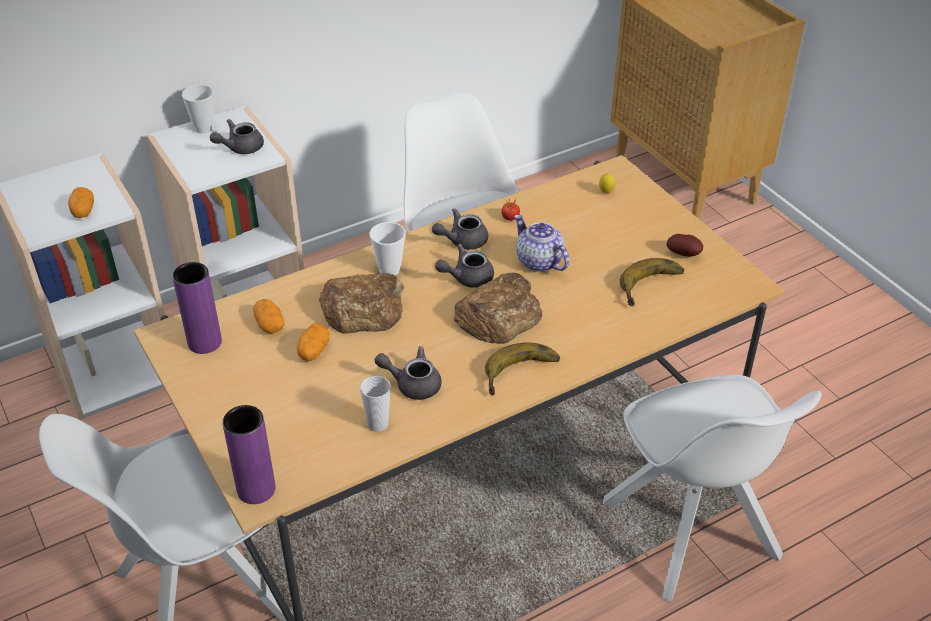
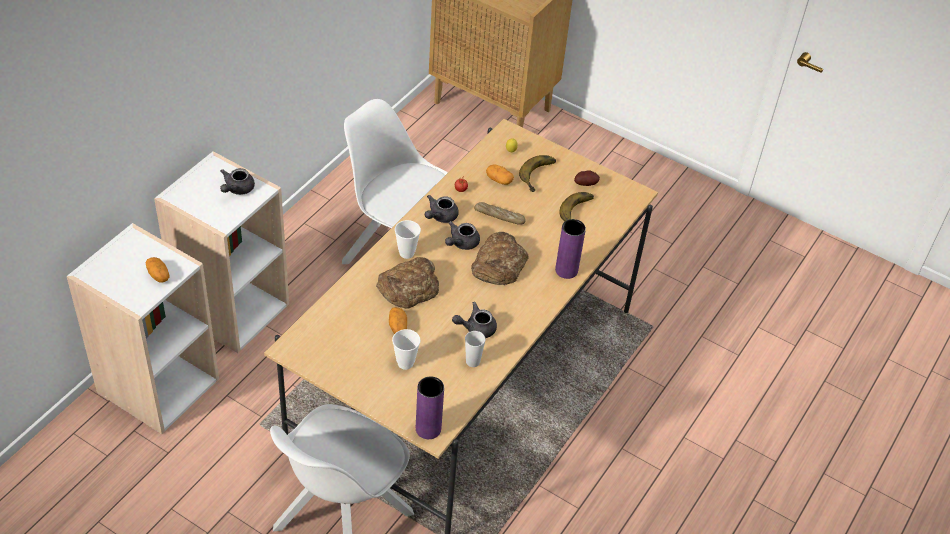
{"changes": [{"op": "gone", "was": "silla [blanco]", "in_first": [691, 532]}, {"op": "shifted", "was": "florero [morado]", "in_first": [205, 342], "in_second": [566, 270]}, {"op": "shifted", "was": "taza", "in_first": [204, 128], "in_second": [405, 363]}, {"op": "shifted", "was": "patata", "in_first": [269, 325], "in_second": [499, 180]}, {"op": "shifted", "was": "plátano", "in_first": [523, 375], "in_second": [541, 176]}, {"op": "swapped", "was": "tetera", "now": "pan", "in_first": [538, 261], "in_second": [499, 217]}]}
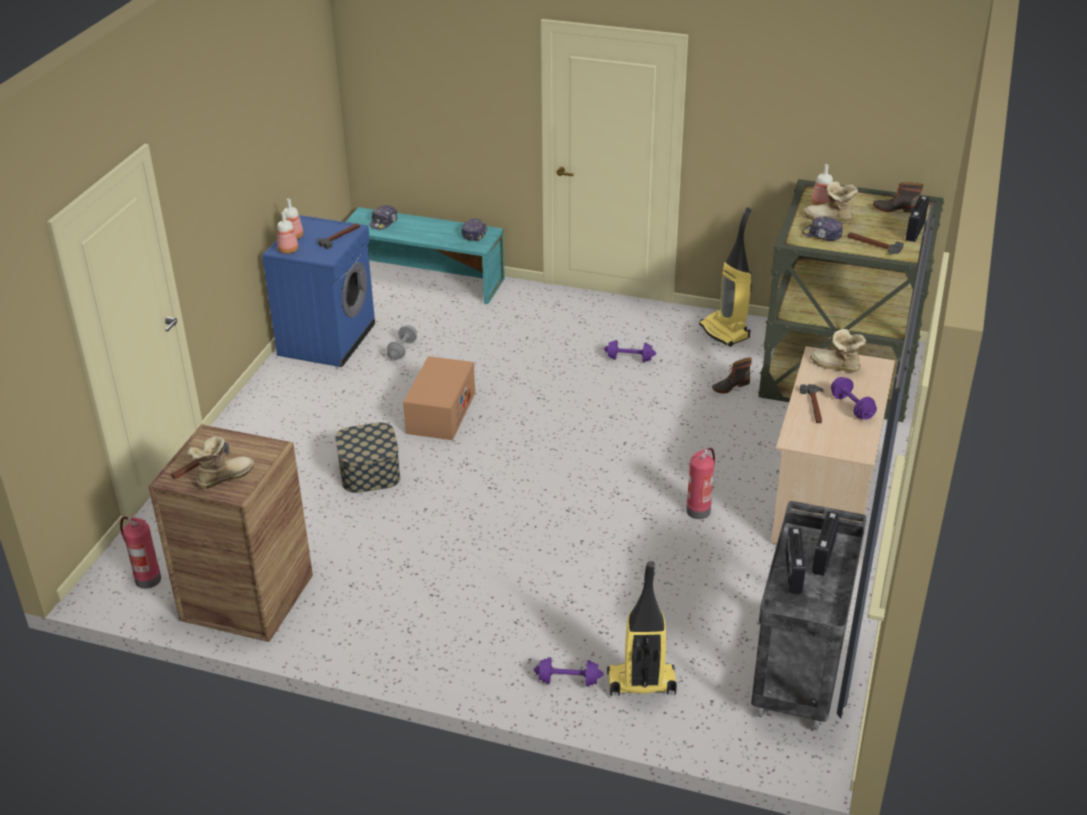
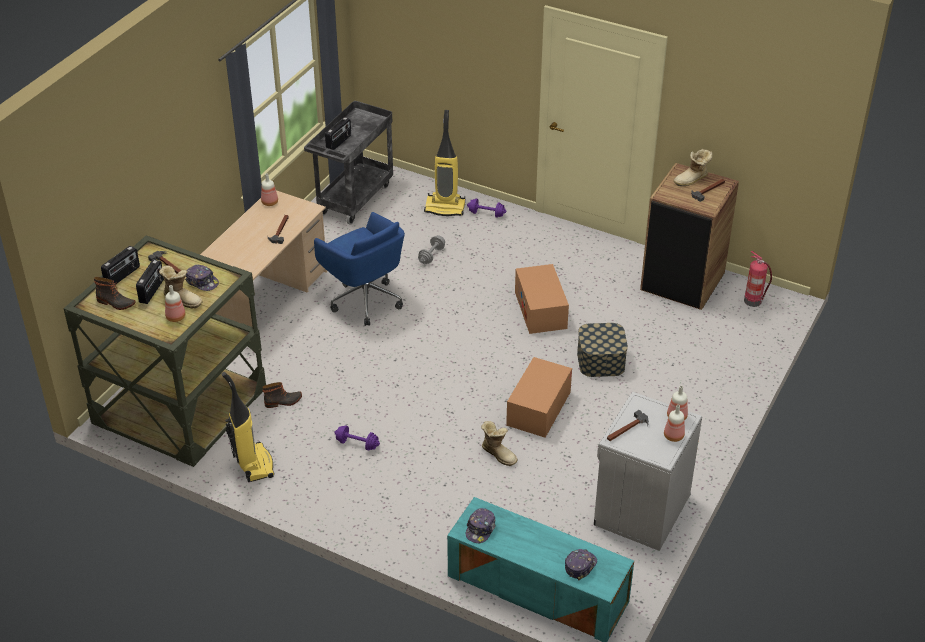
{"changes": [{"op": "gone", "was": "mancuerna [morado]", "in_first": [852, 407]}, {"op": "new", "now": "botella", "in_second": [270, 202]}, {"op": "new", "now": "caja de cartón", "in_second": [540, 310]}, {"op": "shifted", "was": "mancuerna [gris]", "in_first": [402, 350], "in_second": [431, 255]}, {"op": "shifted", "was": "radio", "in_first": [792, 573], "in_second": [152, 291]}, {"op": "shifted", "was": "bota", "in_first": [835, 367], "in_second": [499, 453]}, {"op": "swapped", "was": "extintor", "now": "silla de oficina [azul]", "in_first": [698, 510], "in_second": [364, 300]}, {"op": "repainted", "was": "lavadora [azul]", "now": "lavadora [blanco]", "in_first": [329, 340], "in_second": [639, 510]}]}
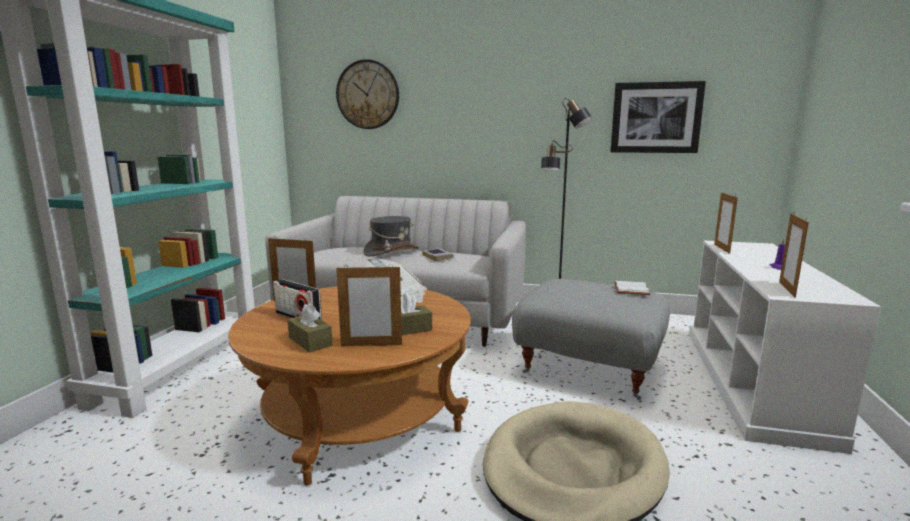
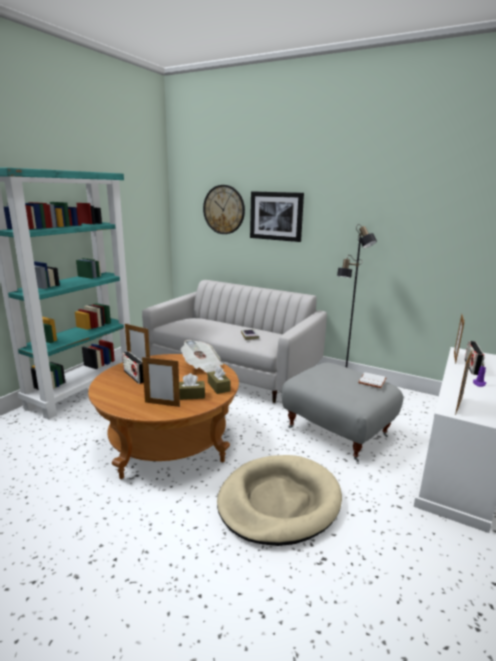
{"changes": [{"op": "gone", "was": "sombrero [gris]", "in_first": [391, 252]}, {"op": "new", "now": "radio", "in_second": [472, 367]}, {"op": "shifted", "was": "caja de pañuelos [marrón]", "in_first": [310, 341], "in_second": [218, 387]}, {"op": "shifted", "was": "cuadro", "in_first": [656, 118], "in_second": [276, 216]}]}
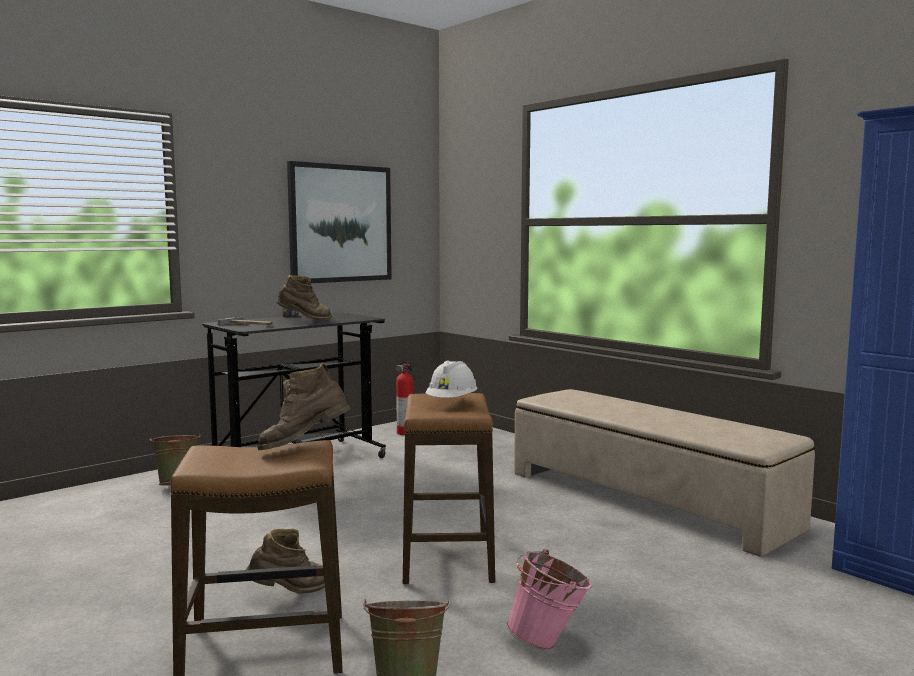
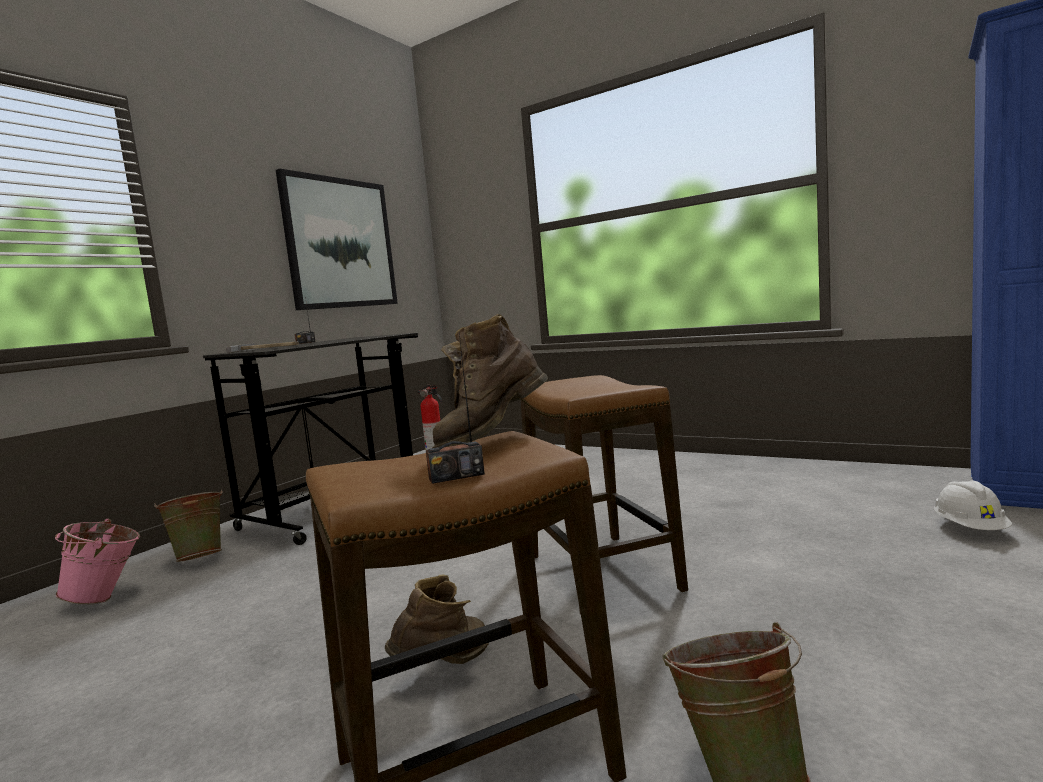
{"changes": [{"op": "gone", "was": "bota [marrón]", "in_first": [304, 320]}, {"op": "gone", "was": "banco [beis]", "in_first": [648, 499]}, {"op": "new", "now": "radio", "in_second": [456, 476]}, {"op": "shifted", "was": "casco [blanco]", "in_first": [452, 402], "in_second": [970, 529]}, {"op": "shifted", "was": "cubo [rosa]", "in_first": [549, 642], "in_second": [107, 598]}]}
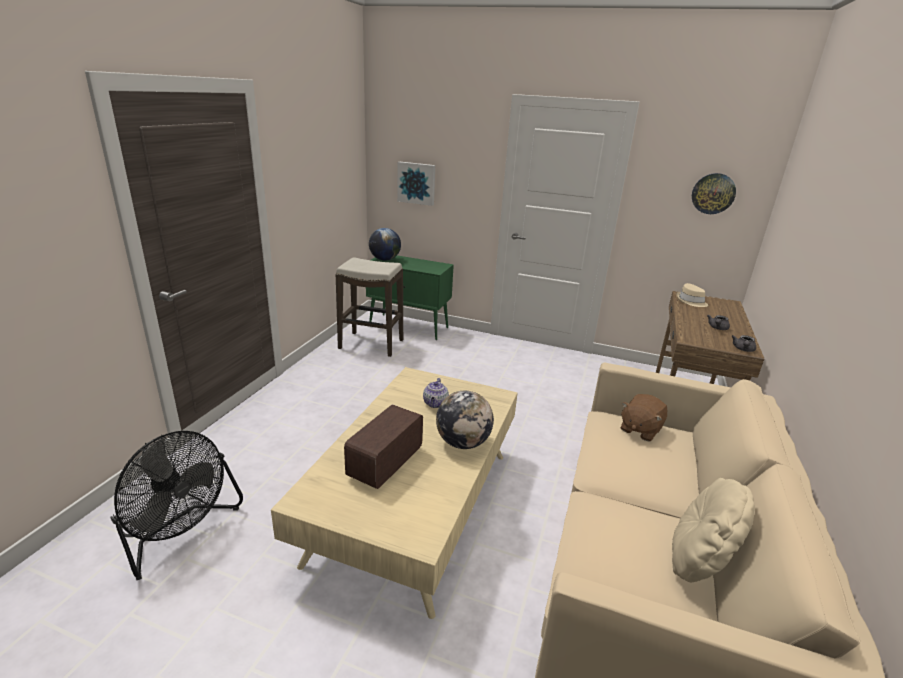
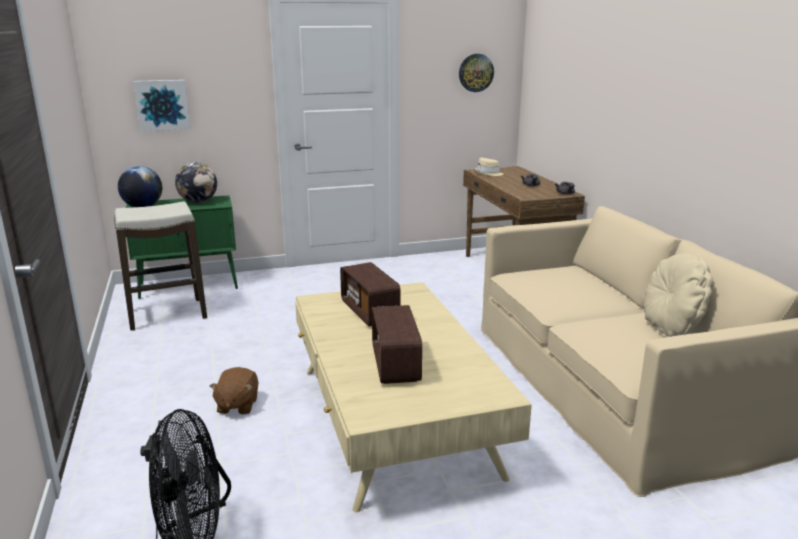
{"changes": [{"op": "shifted", "was": "globo terráqueo", "in_first": [463, 443], "in_second": [198, 202]}, {"op": "shifted", "was": "peluche [marrón]", "in_first": [640, 429], "in_second": [237, 405]}, {"op": "swapped", "was": "tetera", "now": "radio", "in_first": [435, 404], "in_second": [370, 312]}]}
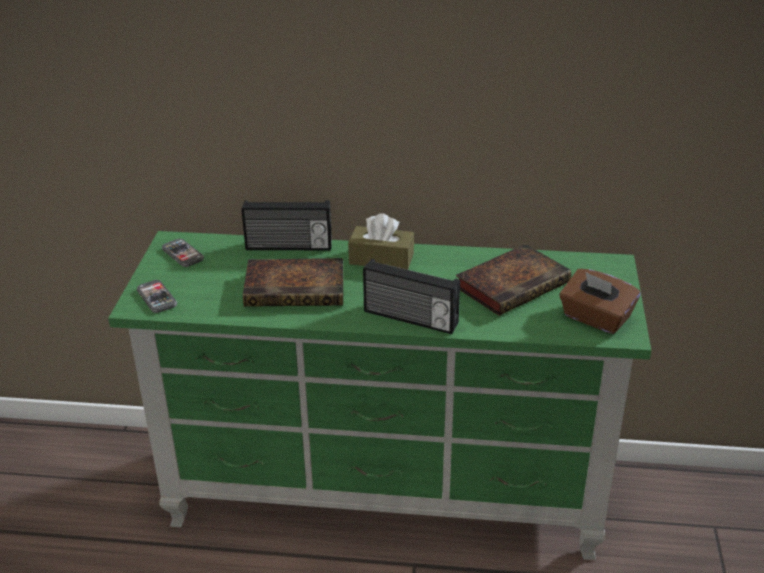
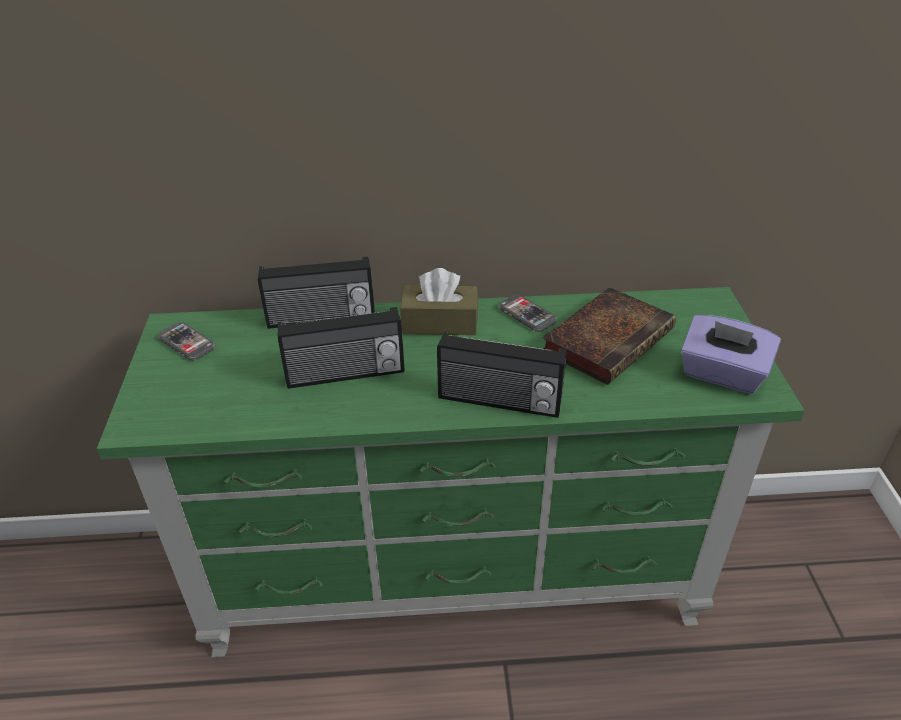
{"changes": [{"op": "shifted", "was": "móvil", "in_first": [157, 298], "in_second": [527, 315]}, {"op": "swapped", "was": "libro", "now": "radio", "in_first": [297, 288], "in_second": [345, 374]}, {"op": "repainted", "was": "caja de pañuelos [marrón]", "now": "caja de pañuelos [morado]", "in_first": [595, 318], "in_second": [722, 374]}]}
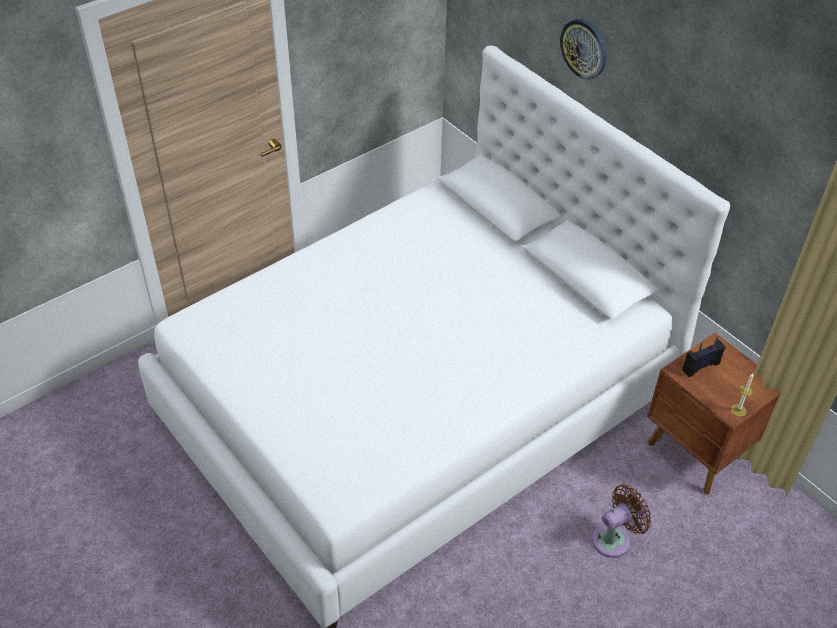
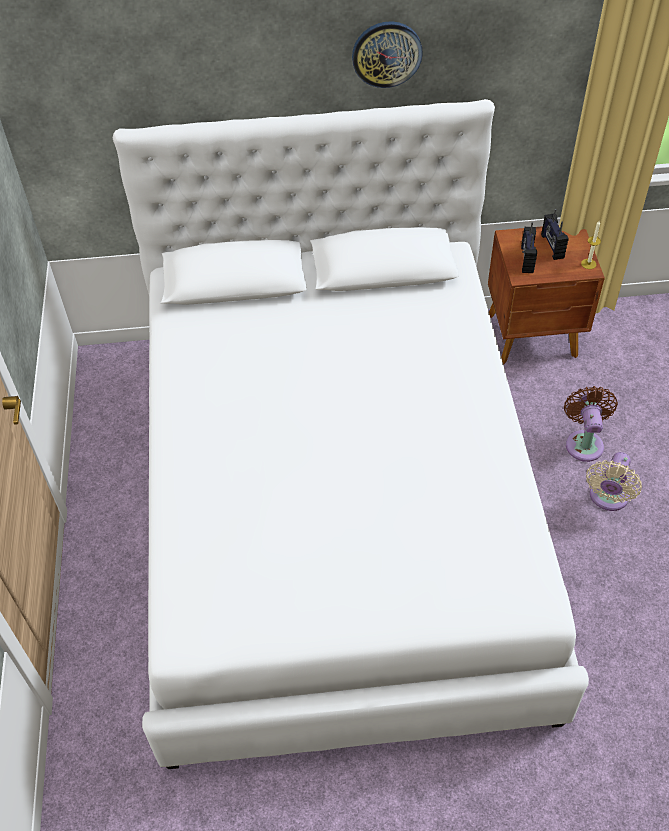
{"changes": [{"op": "new", "now": "radio", "in_second": [552, 246]}, {"op": "new", "now": "ventilador [beis]", "in_second": [607, 498]}, {"op": "shifted", "was": "reloj de pared", "in_first": [584, 48], "in_second": [386, 54]}]}
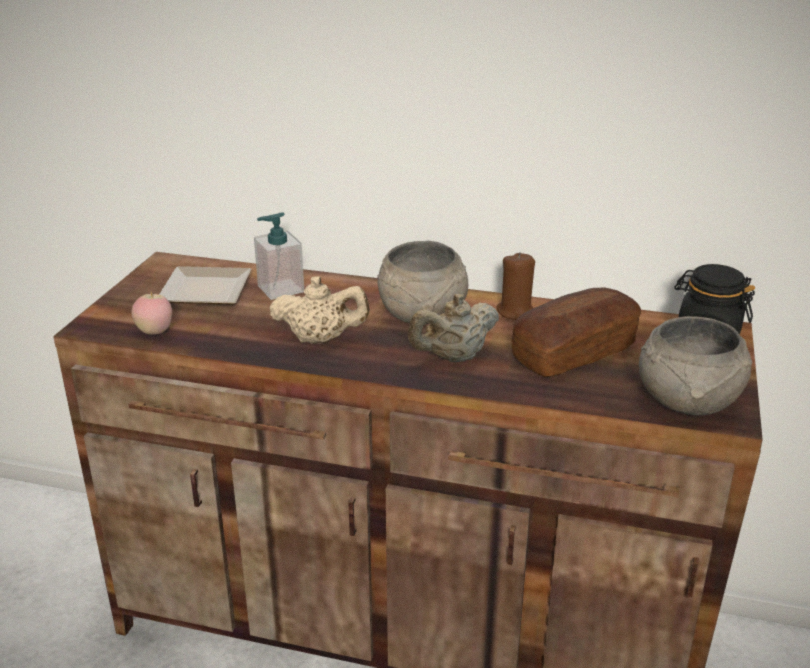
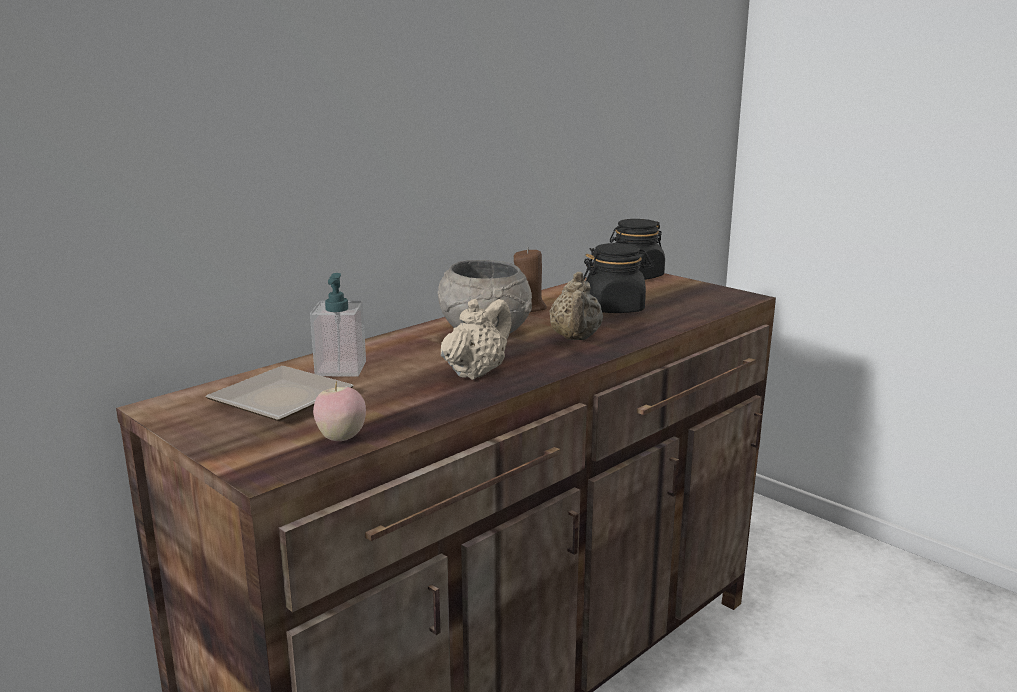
{"changes": [{"op": "gone", "was": "cuenco [gris]", "in_first": [688, 402]}, {"op": "swapped", "was": "pan", "now": "tarro [negro]", "in_first": [574, 353], "in_second": [615, 308]}]}
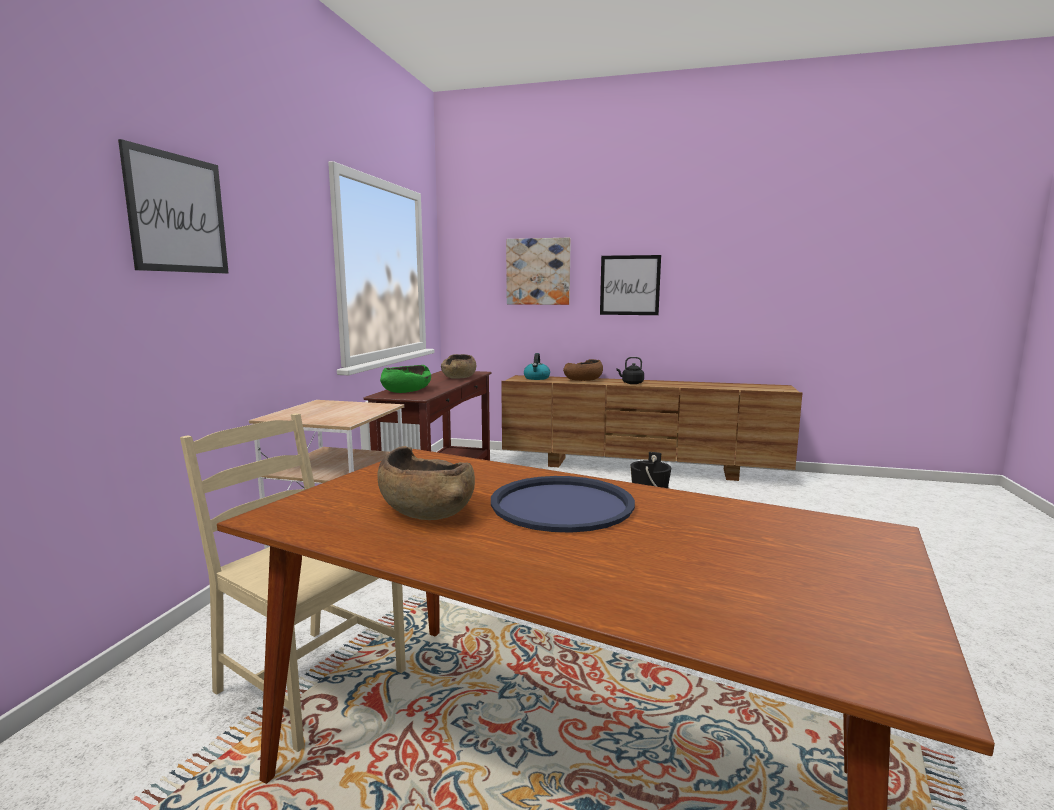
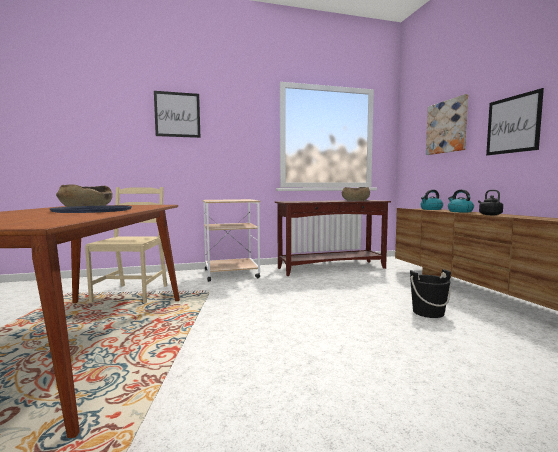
{"changes": [{"op": "gone", "was": "cuenco [verde]", "in_first": [406, 390]}, {"op": "swapped", "was": "cuenco [marrón]", "now": "hervidor", "in_first": [583, 380], "in_second": [459, 211]}]}
